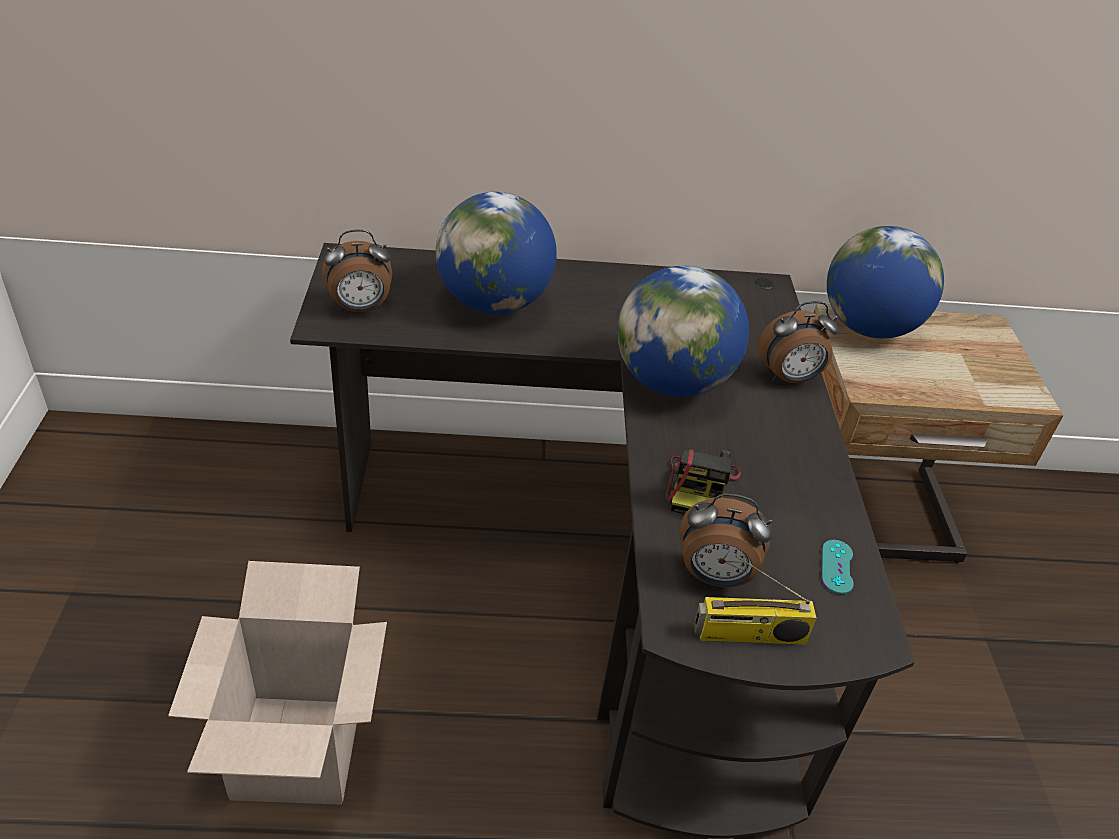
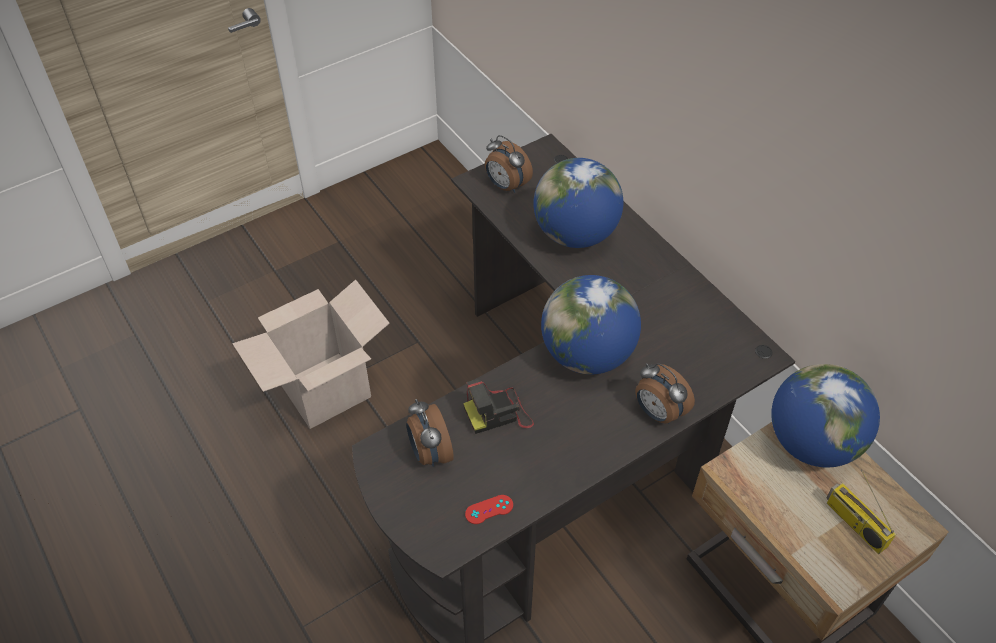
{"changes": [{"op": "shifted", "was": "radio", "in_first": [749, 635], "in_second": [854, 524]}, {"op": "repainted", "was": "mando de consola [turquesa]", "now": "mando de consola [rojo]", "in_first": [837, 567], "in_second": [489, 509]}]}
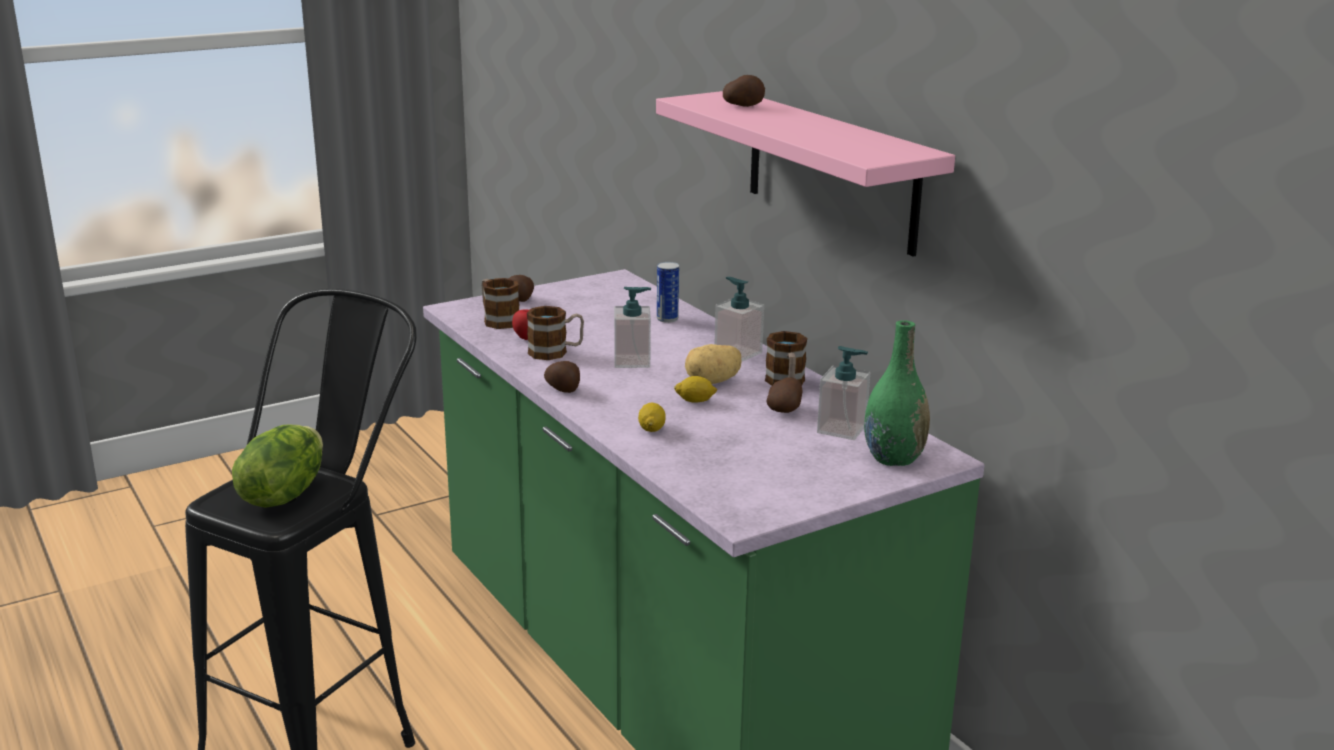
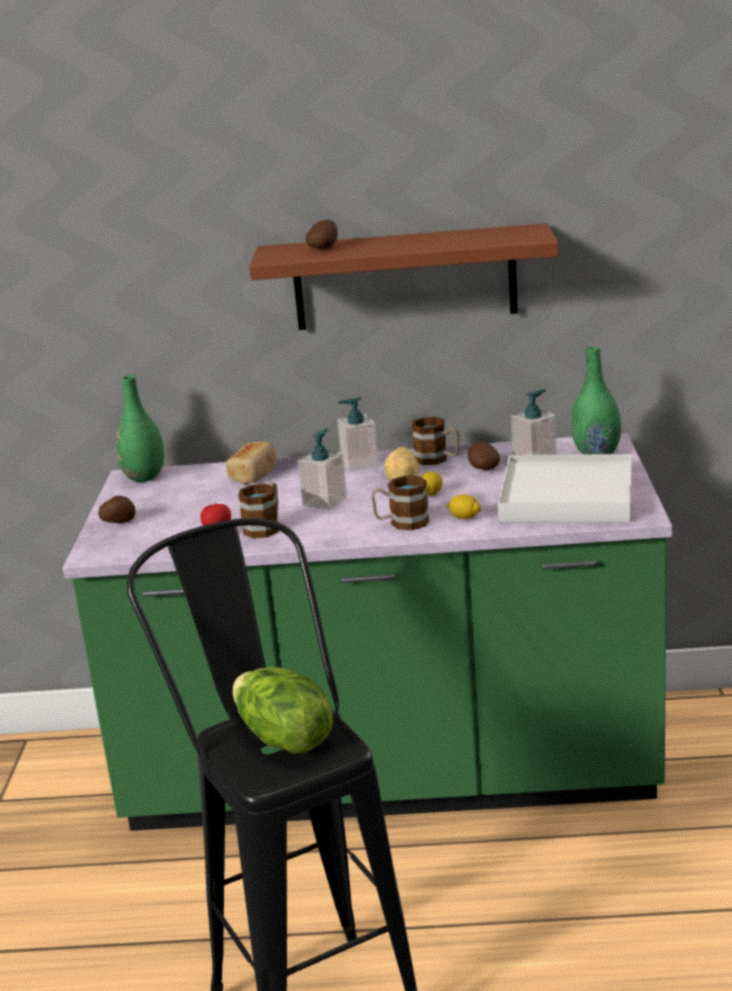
{"changes": [{"op": "gone", "was": "patata", "in_first": [564, 390]}, {"op": "new", "now": "florero [verde]", "in_second": [144, 477]}, {"op": "new", "now": "bandeja [blanco]", "in_second": [567, 496]}, {"op": "shifted", "was": "taza grande", "in_first": [498, 320], "in_second": [401, 523]}, {"op": "swapped", "was": "lata", "now": "pan", "in_first": [667, 319], "in_second": [254, 474]}, {"op": "repainted", "was": "estante [rosa]", "now": "estante [marrón]", "in_first": [831, 170], "in_second": [404, 278]}]}
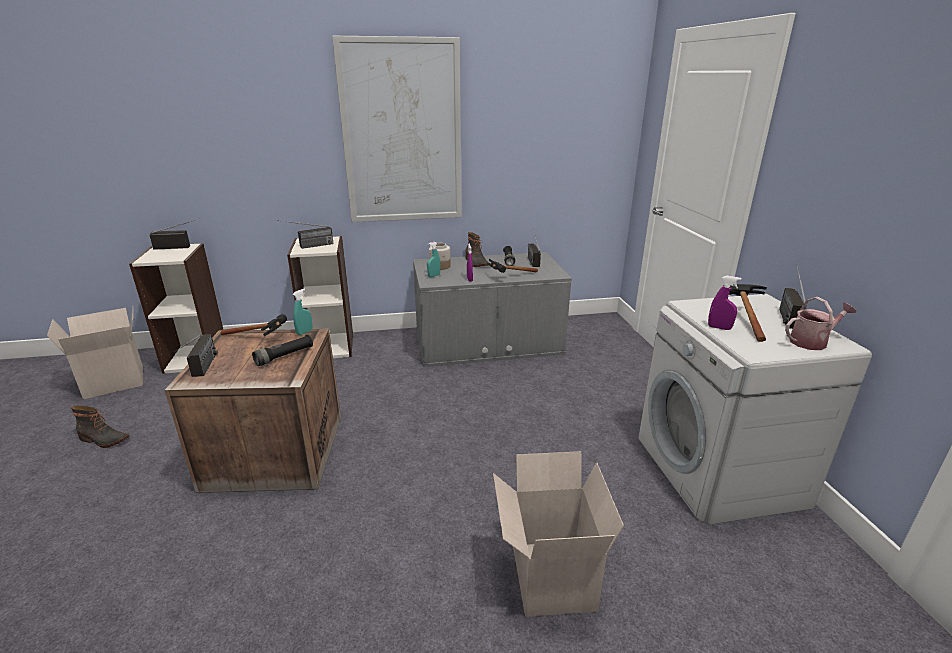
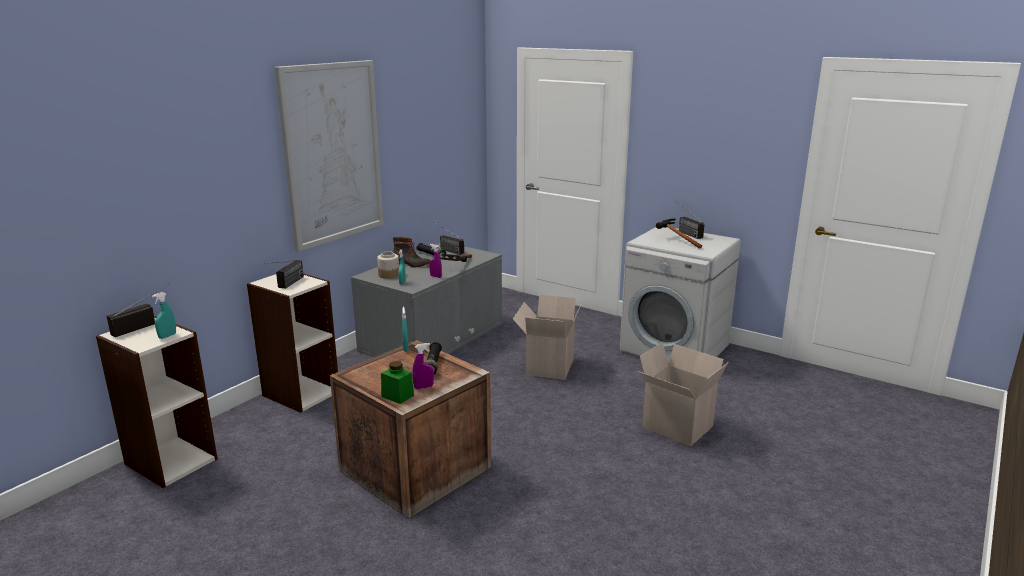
{"changes": [{"op": "gone", "was": "bota", "in_first": [103, 440]}, {"op": "gone", "was": "martillo", "in_first": [261, 339]}, {"op": "gone", "was": "regadera", "in_first": [812, 342]}, {"op": "new", "now": "pulverizador [turquesa]", "in_second": [167, 336]}, {"op": "shifted", "was": "caja de cartón", "in_first": [115, 381], "in_second": [548, 366]}, {"op": "shifted", "was": "pulverizador [morado]", "in_first": [719, 328], "in_second": [423, 387]}, {"op": "swapped", "was": "radio", "now": "tarro [verde]", "in_first": [202, 371], "in_second": [397, 396]}]}
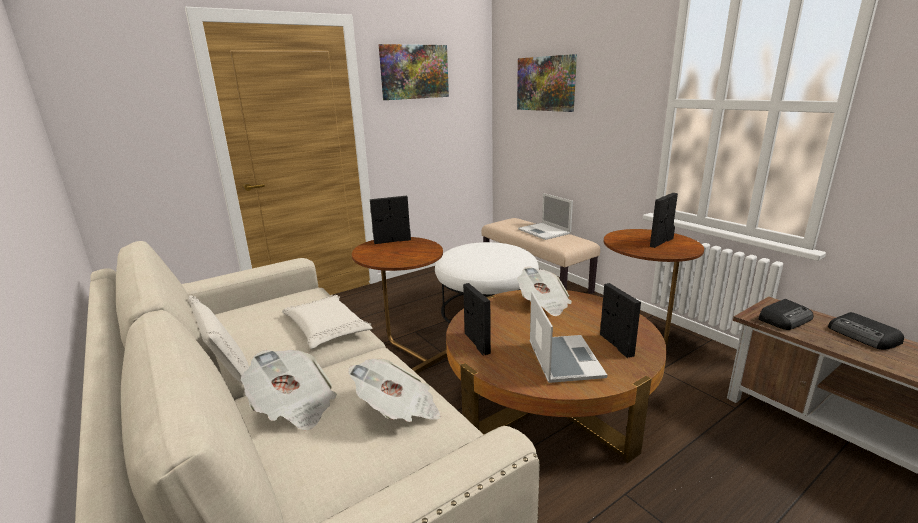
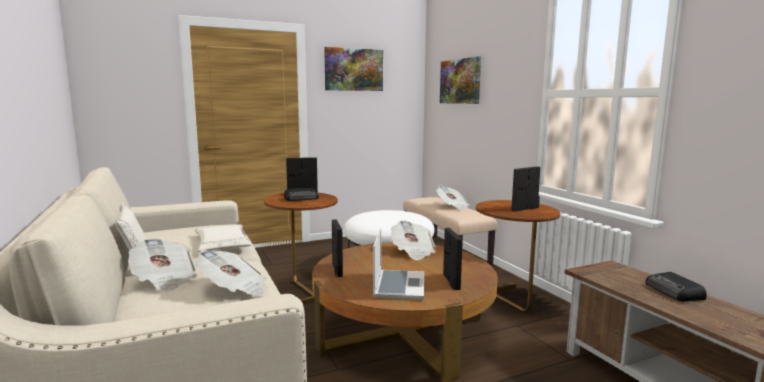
{"changes": [{"op": "shifted", "was": "radio", "in_first": [785, 319], "in_second": [302, 198]}, {"op": "swapped", "was": "portátil", "now": "periódico", "in_first": [545, 231], "in_second": [452, 207]}]}
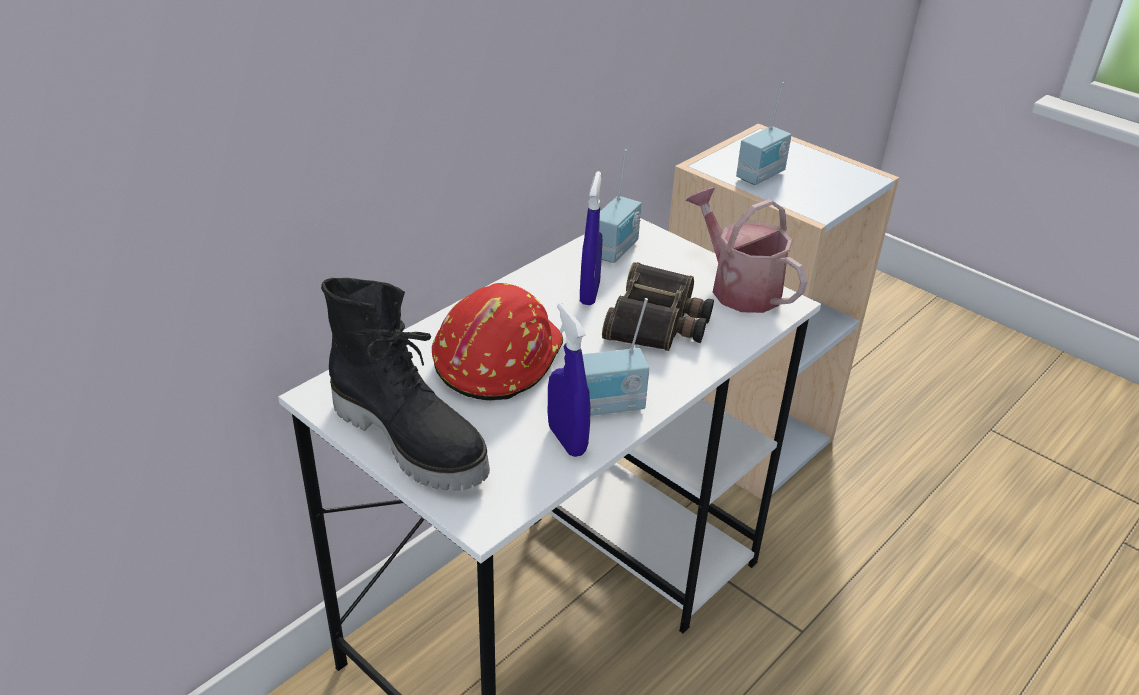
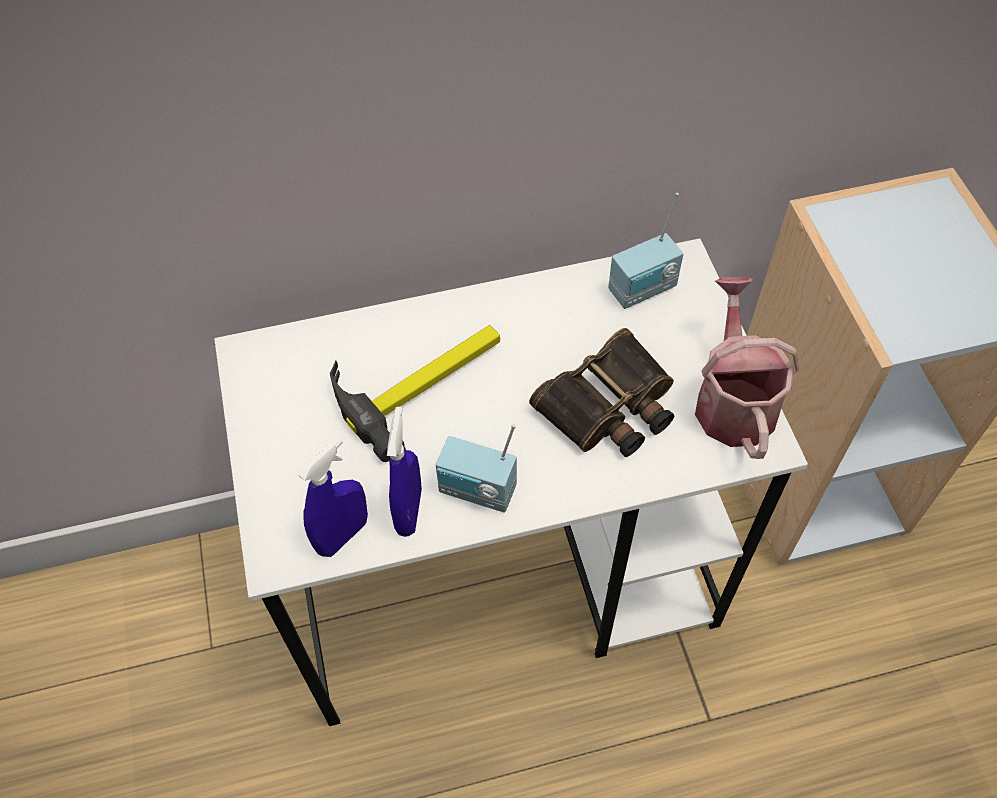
{"changes": [{"op": "gone", "was": "bota [negro]", "in_first": [412, 439]}, {"op": "gone", "was": "radio", "in_first": [762, 176]}, {"op": "shifted", "was": "pulverizador [azul]", "in_first": [589, 293], "in_second": [342, 535]}, {"op": "swapped", "was": "casco [rojo]", "now": "martillo", "in_first": [496, 357], "in_second": [421, 380]}]}
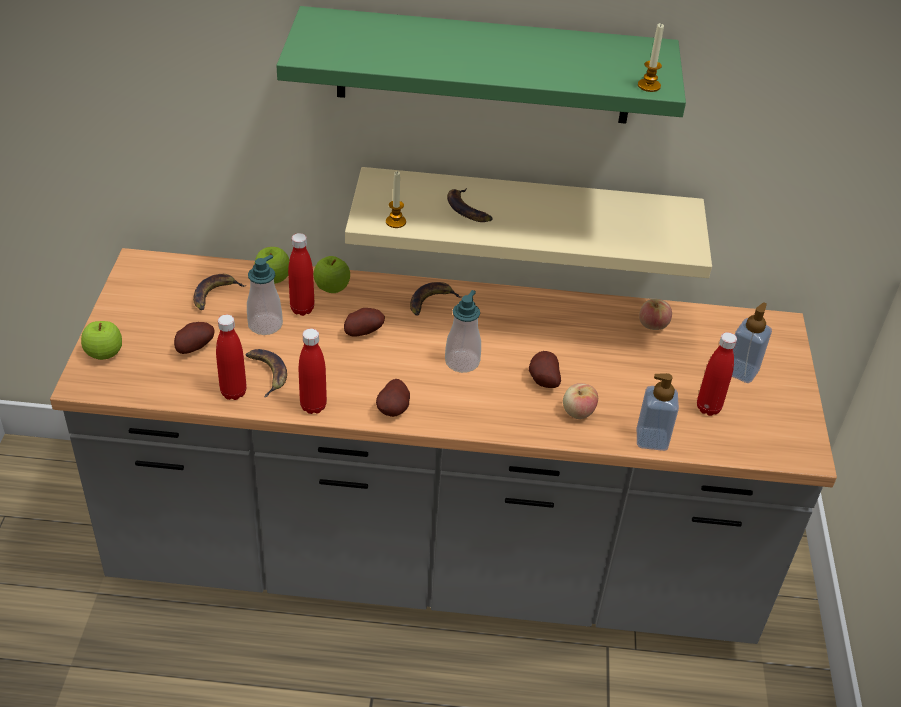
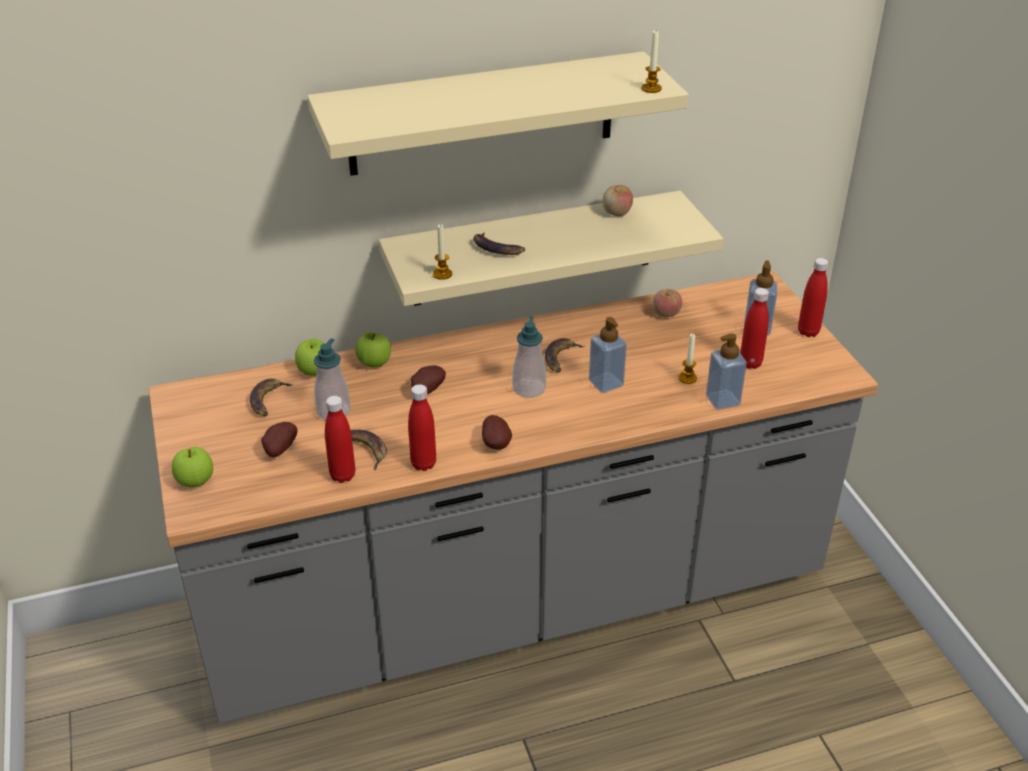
{"changes": [{"op": "new", "now": "vela", "in_second": [687, 378]}, {"op": "shifted", "was": "botella [rojo]", "in_first": [302, 309], "in_second": [808, 332]}, {"op": "shifted", "was": "plátano", "in_first": [431, 302], "in_second": [561, 358]}, {"op": "shifted", "was": "manzana", "in_first": [578, 412], "in_second": [616, 213]}, {"op": "swapped", "was": "patata", "now": "dispensador de jabón", "in_first": [542, 381], "in_second": [606, 383]}, {"op": "repainted", "was": "estante [verde]", "now": "estante [beis]", "in_first": [484, 66], "in_second": [482, 114]}]}
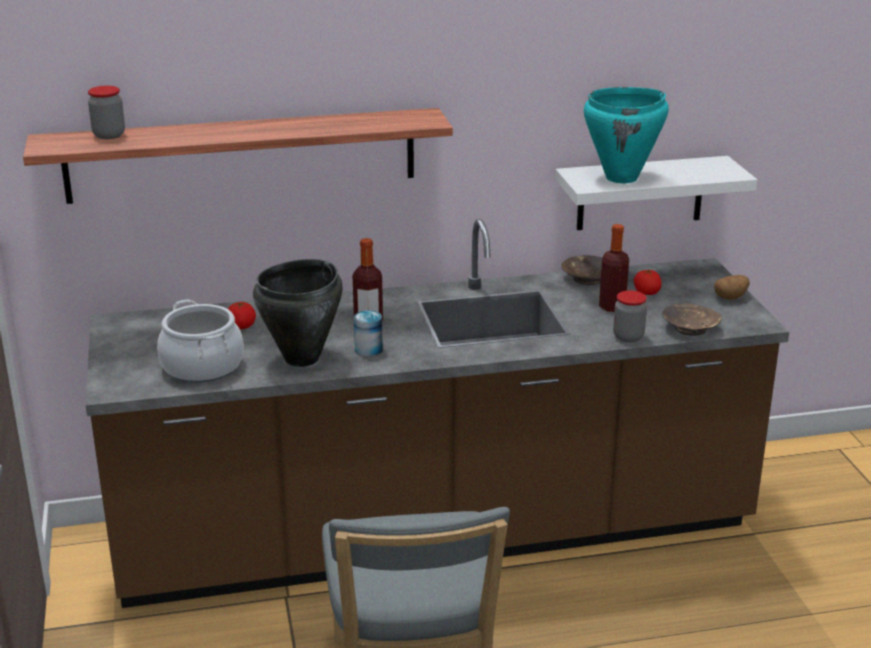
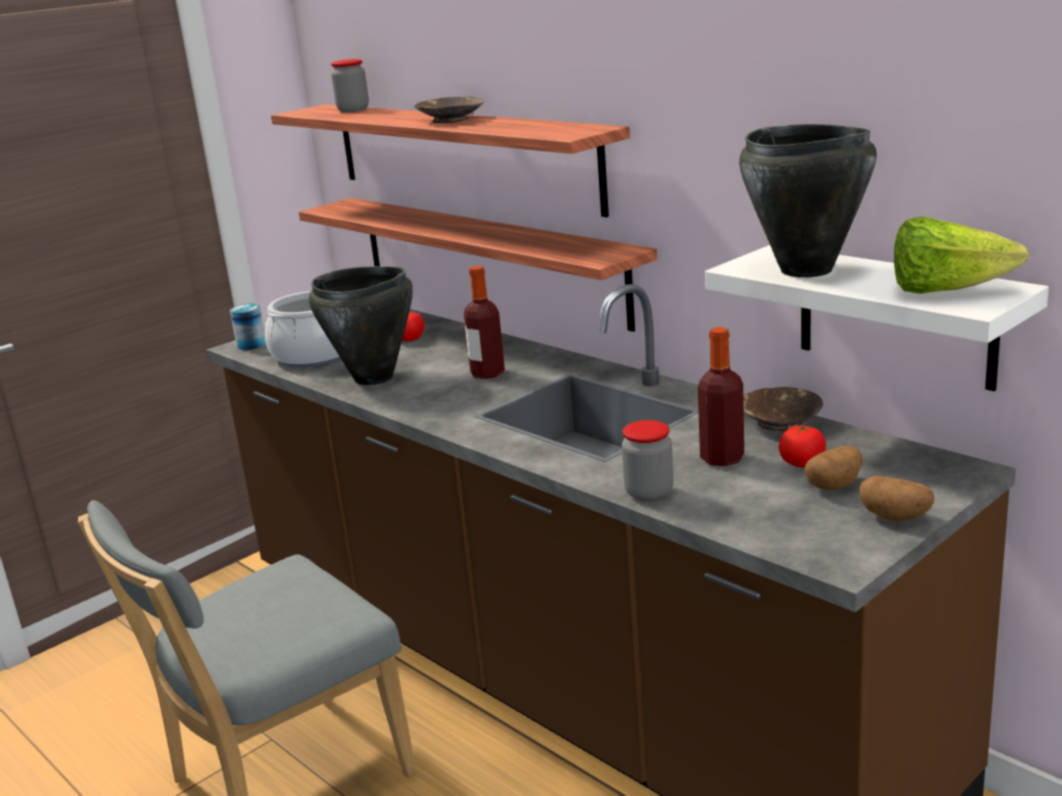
{"changes": [{"op": "new", "now": "estante", "in_second": [487, 258]}, {"op": "new", "now": "patata", "in_second": [834, 485]}, {"op": "new", "now": "lechuga", "in_second": [945, 291]}, {"op": "shifted", "was": "lata", "in_first": [368, 350], "in_second": [251, 345]}, {"op": "shifted", "was": "cuenco [marrón]", "in_first": [690, 328], "in_second": [449, 120]}, {"op": "repainted", "was": "olla [turquesa]", "now": "olla [negro]", "in_first": [622, 178], "in_second": [806, 270]}]}
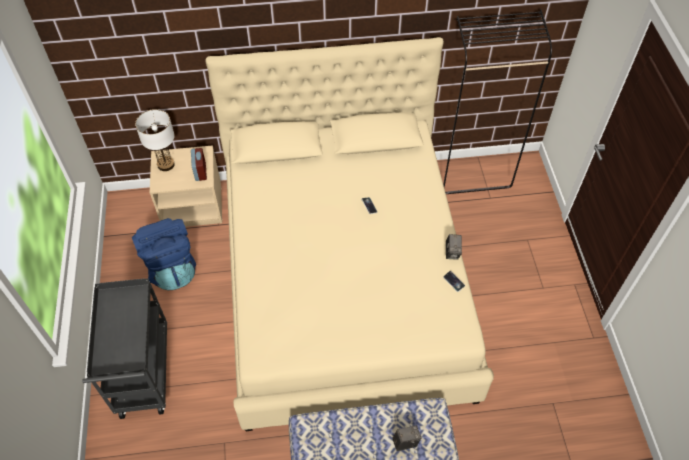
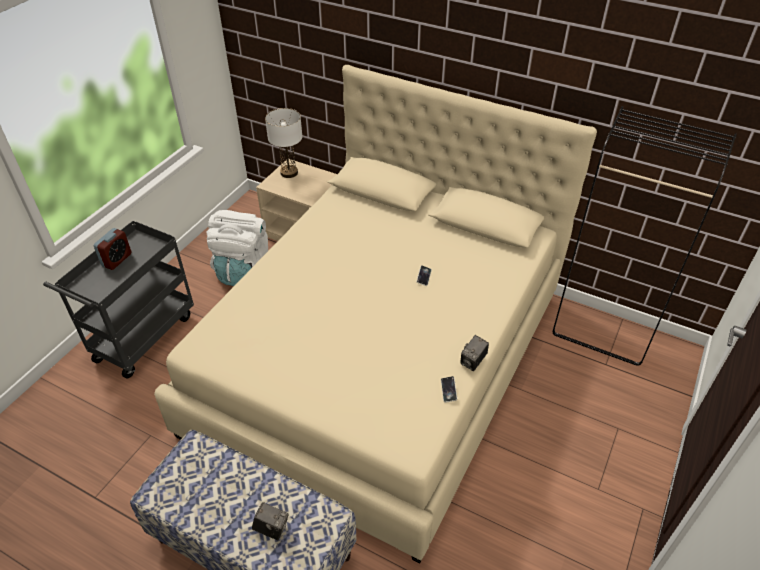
{"changes": [{"op": "shifted", "was": "despertador", "in_first": [200, 172], "in_second": [117, 260]}, {"op": "repainted", "was": "mochila [azul]", "now": "mochila [blanco]", "in_first": [172, 268], "in_second": [243, 269]}]}
